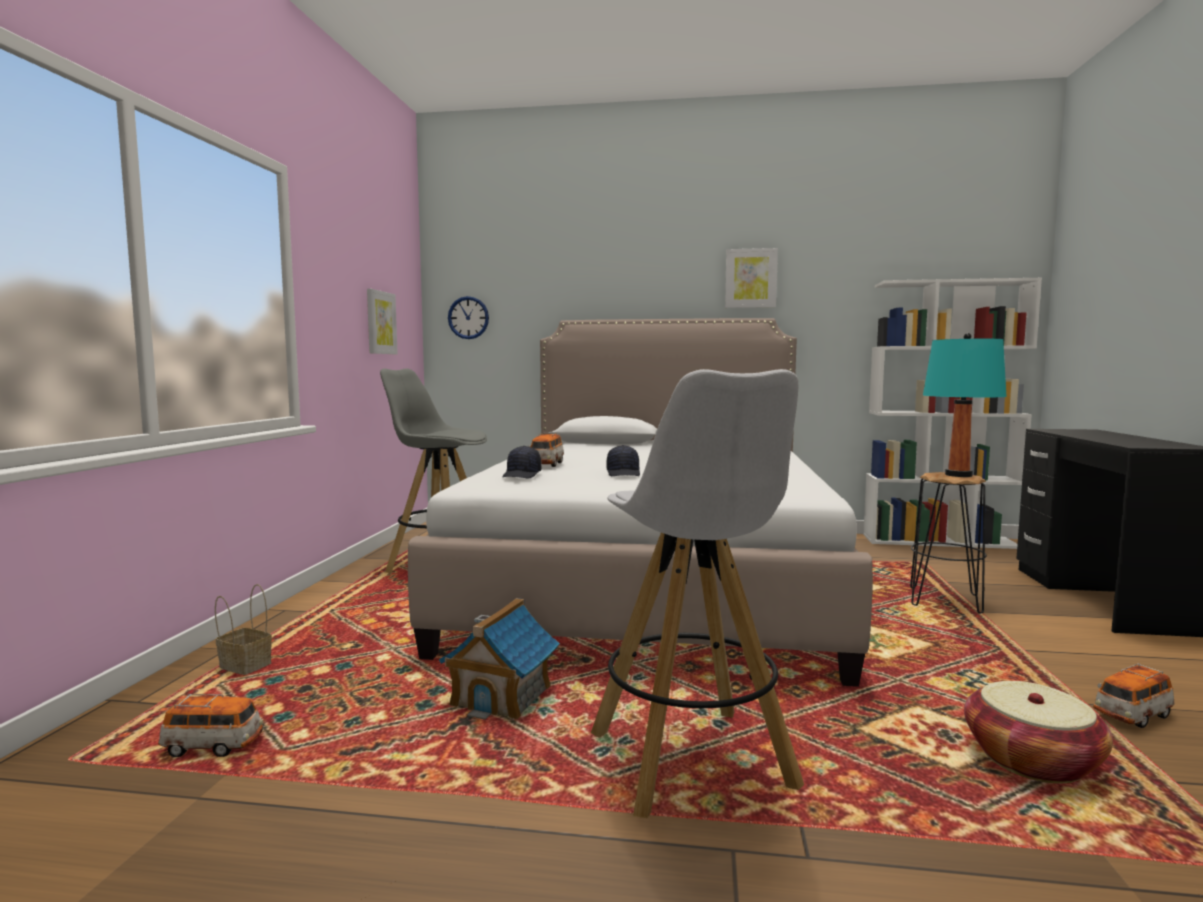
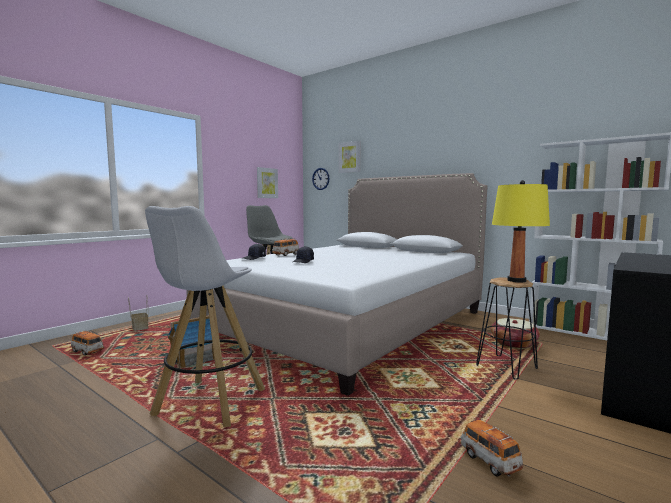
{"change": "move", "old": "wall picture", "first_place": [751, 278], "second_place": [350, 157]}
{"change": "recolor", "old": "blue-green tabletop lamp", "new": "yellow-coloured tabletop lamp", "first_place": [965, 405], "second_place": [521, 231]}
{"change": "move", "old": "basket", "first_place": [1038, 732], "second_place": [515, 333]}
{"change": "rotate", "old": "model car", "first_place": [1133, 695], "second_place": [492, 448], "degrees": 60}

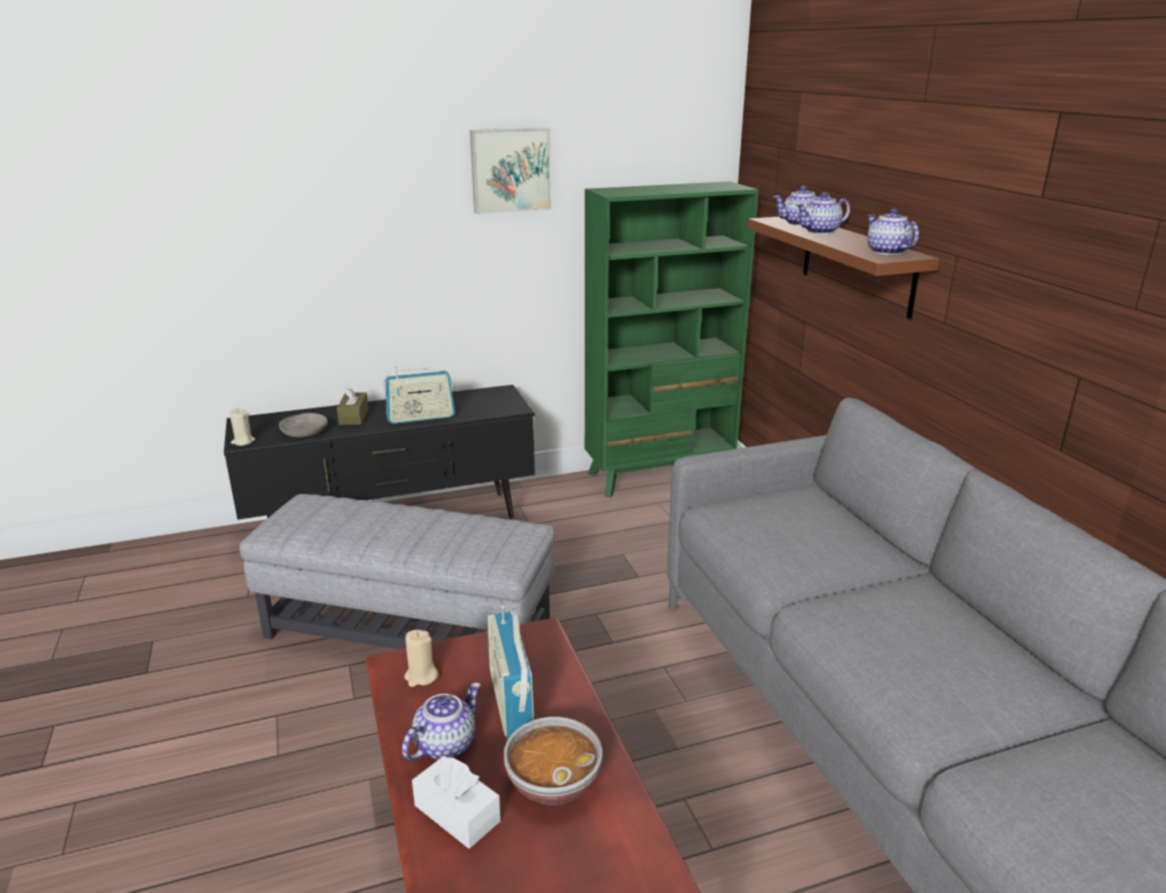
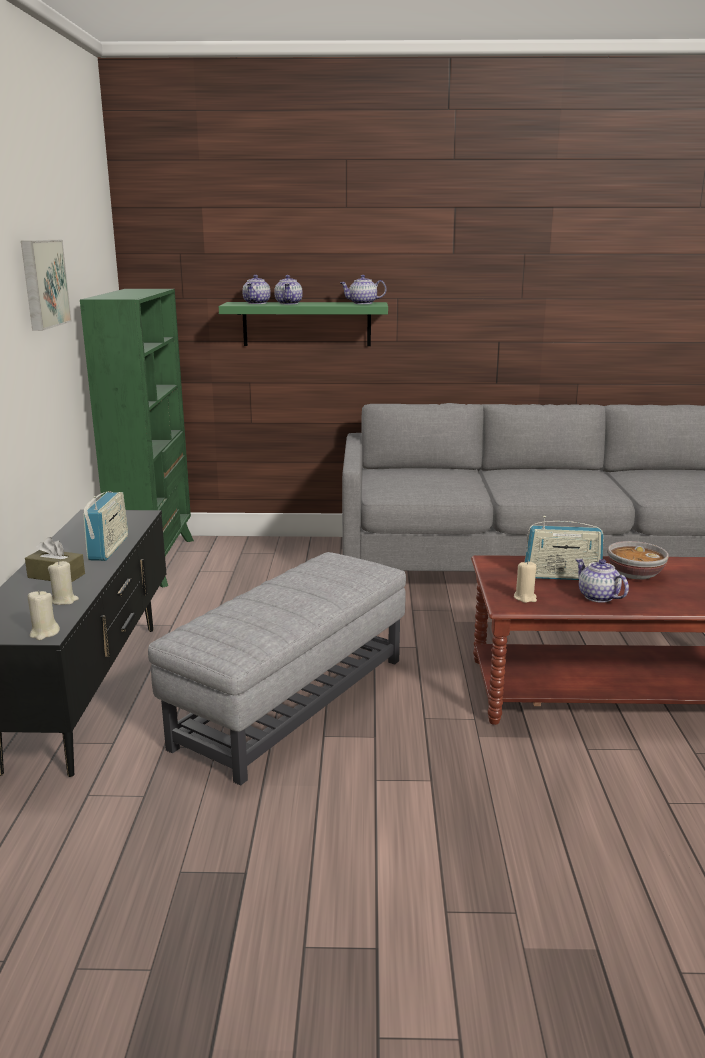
{"change": "replace", "old": "grey serving bowl", "new": "beige-coloured wax candle", "first_place": [303, 425], "second_place": [63, 583]}
{"change": "delete", "old": "white-coloured box of tissues", "first_place": [456, 802]}
{"change": "recolor", "old": "brown-coloured shelf", "new": "greenish shelf", "first_place": [843, 268], "second_place": [303, 324]}

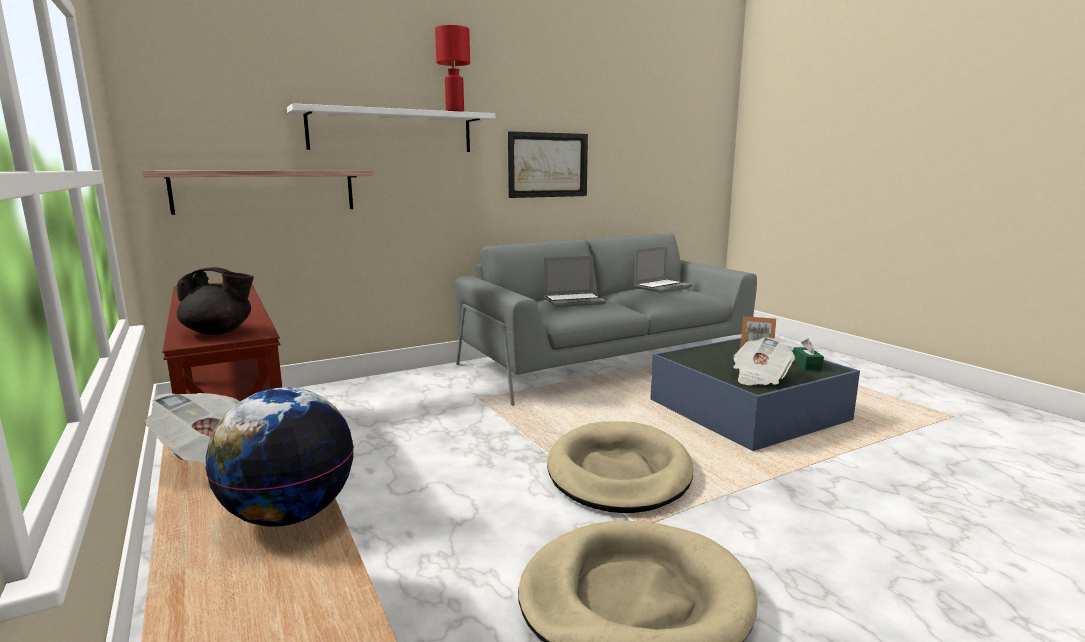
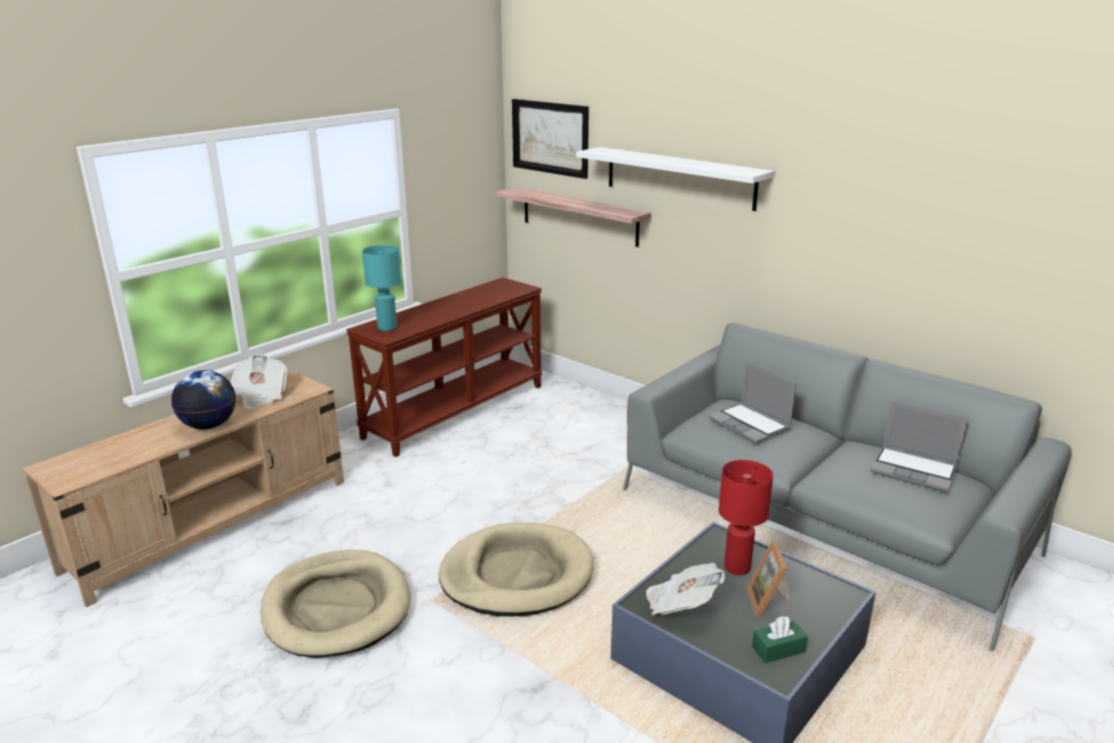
{"change": "replace", "old": "black teapot", "new": "blue-green tabletop lamp", "first_place": [215, 301], "second_place": [381, 288]}
{"change": "move", "old": "red tabletop lamp", "first_place": [452, 68], "second_place": [745, 517]}
{"change": "move", "old": "wall picture", "first_place": [548, 164], "second_place": [550, 139]}

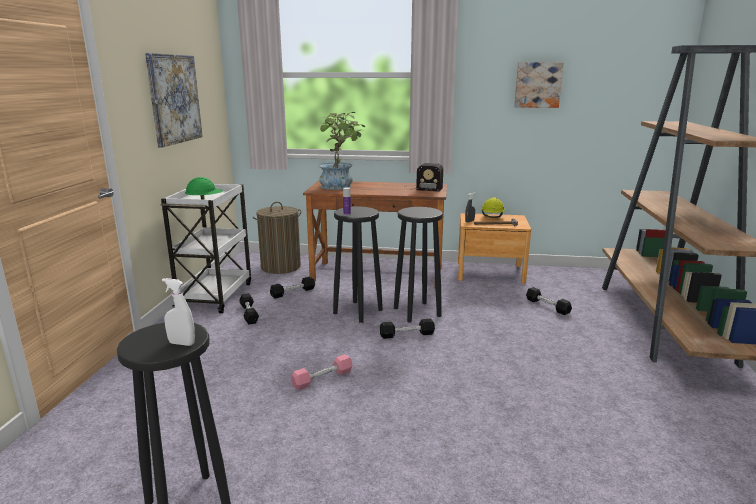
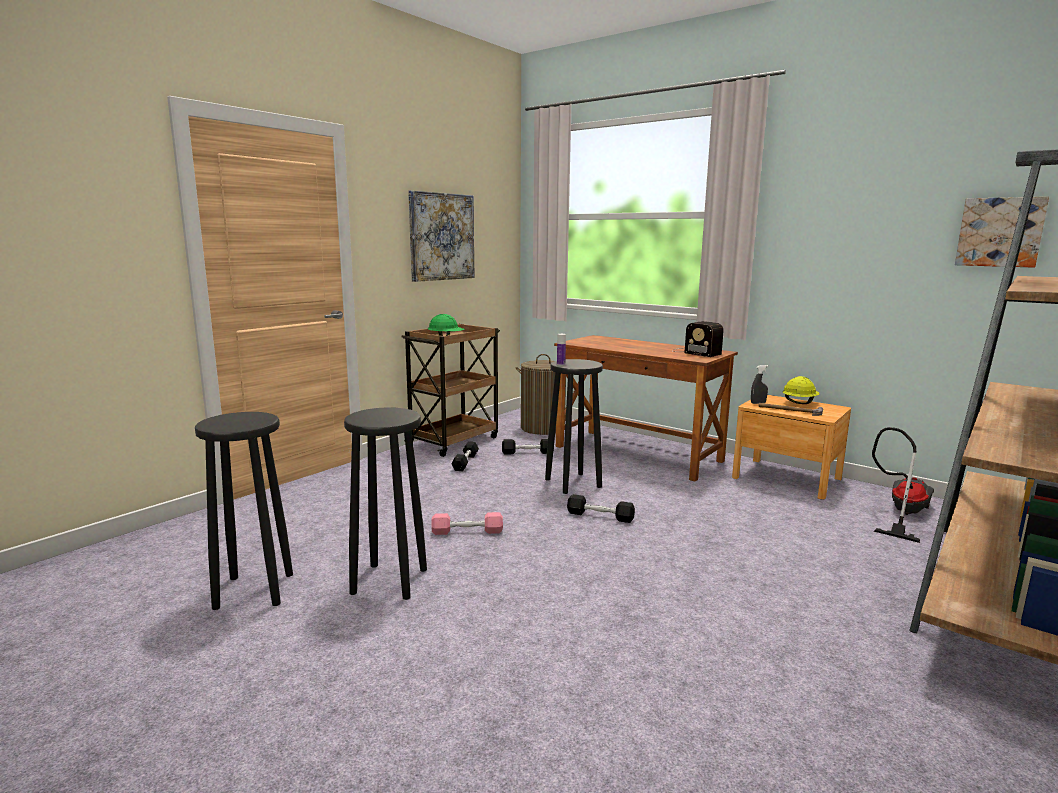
{"change": "recolor", "old": "white-coloured cart", "new": "brown-coloured cart", "first_place": [206, 248], "second_place": [450, 390]}
{"change": "delete", "old": "white-coloured hand sprayer", "first_place": [178, 312]}
{"change": "delete", "old": "houseplant", "first_place": [341, 151]}
{"change": "move", "old": "black stool", "first_place": [418, 265], "second_place": [385, 503]}
{"change": "move", "old": "wall picture", "first_place": [539, 85], "second_place": [1002, 232]}
{"change": "delete", "old": "black dumbbell", "first_place": [549, 301]}
{"change": "insert", "new": "hoover", "second_place": [903, 485]}

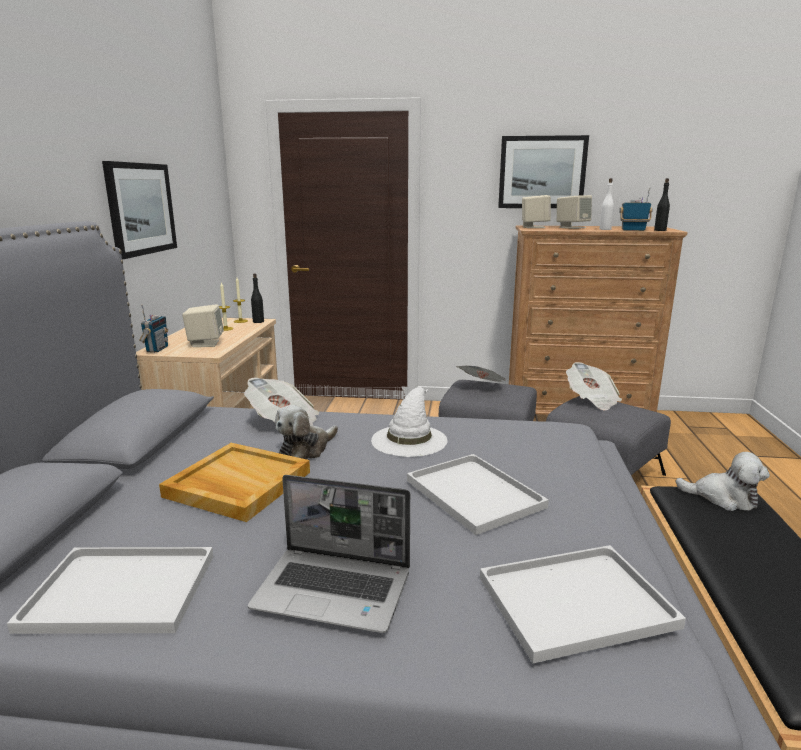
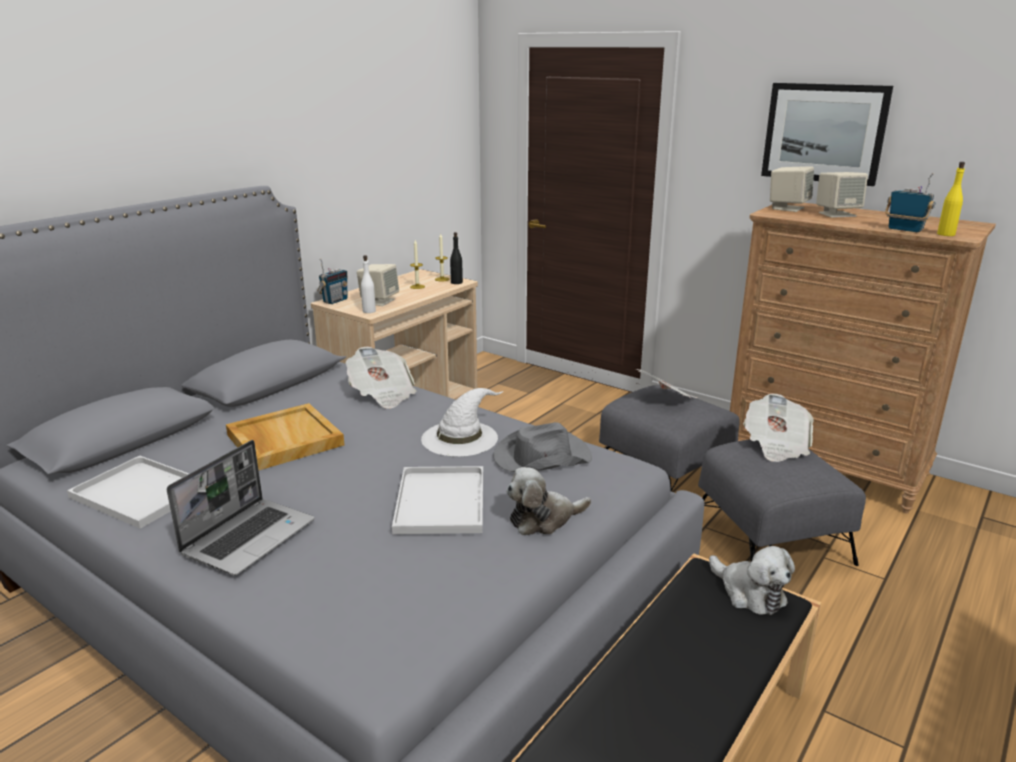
{"change": "delete", "old": "wall picture", "first_place": [139, 210]}
{"change": "rotate", "old": "laptop", "first_place": [329, 554], "second_place": [240, 507], "degrees": -105}
{"change": "move", "old": "plush toy", "first_place": [306, 432], "second_place": [548, 501]}
{"change": "delete", "old": "white-coloured tray", "first_place": [583, 604]}
{"change": "move", "old": "white-coloured beverage bottle", "first_place": [607, 204], "second_place": [368, 284]}
{"change": "recolor", "old": "black beverage bottle", "new": "yellow-coloured beverage bottle", "first_place": [662, 204], "second_place": [951, 199]}
{"change": "insert", "new": "grey hat", "second_place": [542, 447]}

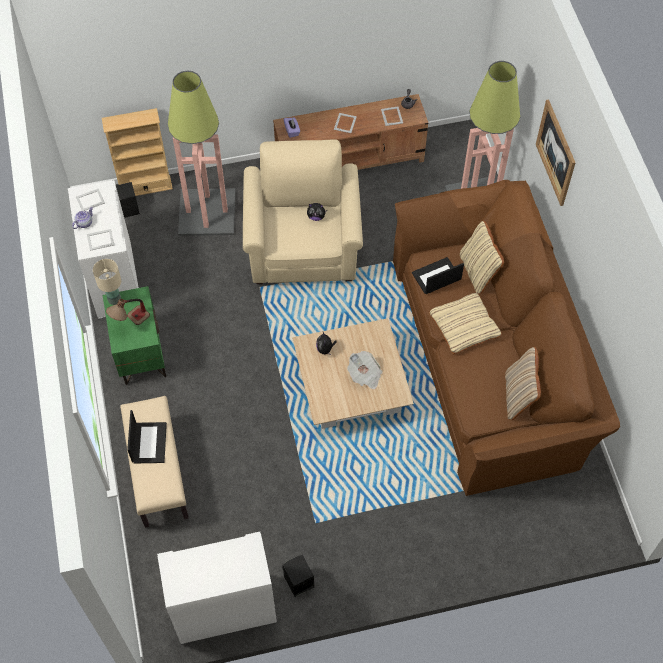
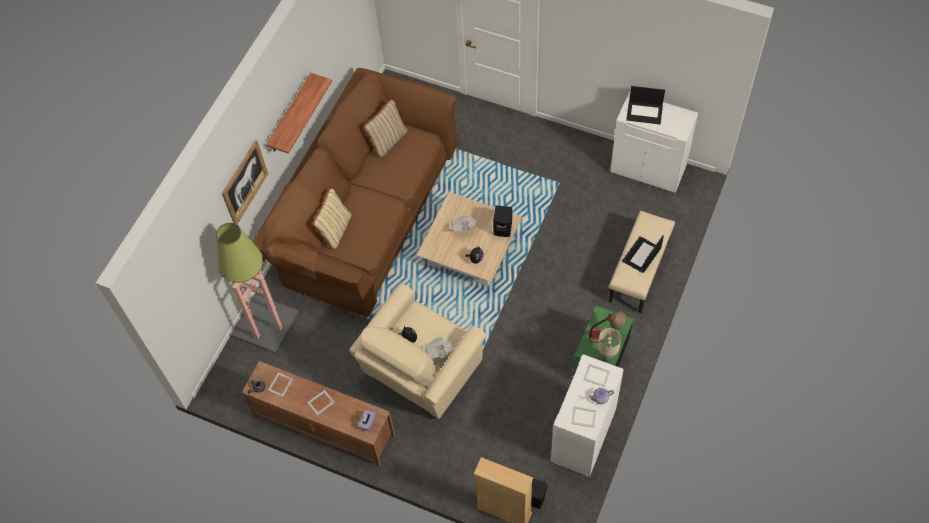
{"change": "delete", "old": "standing lamp", "first_place": [201, 153]}
{"change": "move", "old": "black audio speaker", "first_place": [298, 576], "second_place": [502, 221]}
{"change": "move", "old": "laptop", "first_place": [438, 275], "second_place": [645, 105]}
{"change": "delete", "old": "beige-coloured pillow", "first_place": [465, 324]}
{"change": "insert", "new": "shelf", "second_place": [299, 113]}
{"change": "insert", "new": "daily paper", "second_place": [439, 347]}

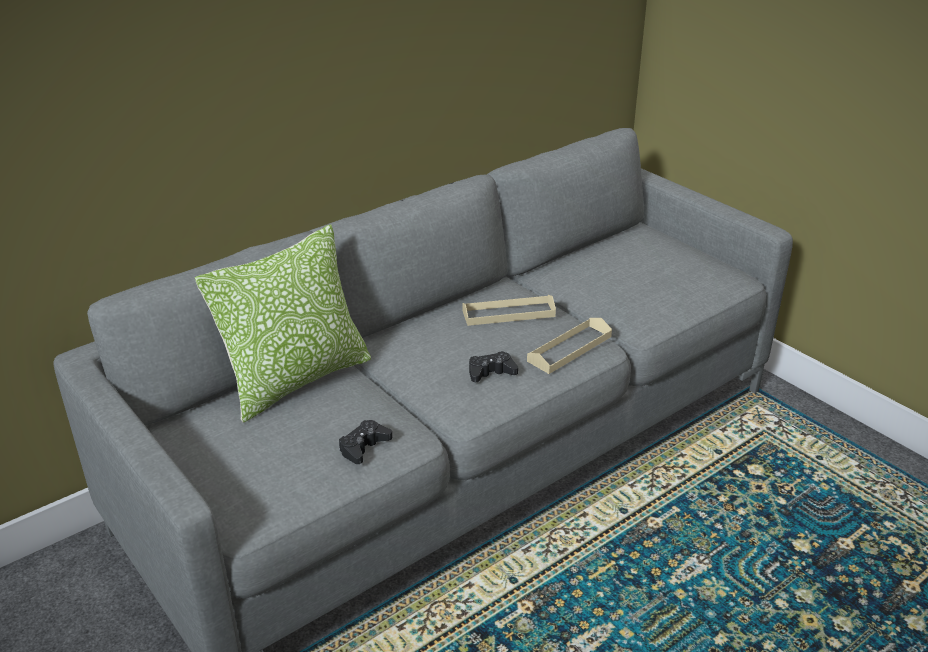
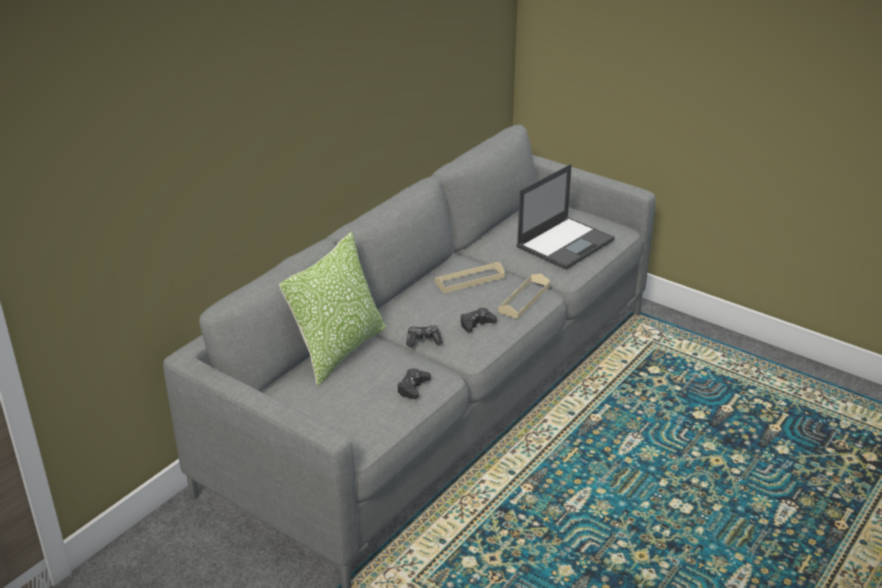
{"change": "insert", "new": "gamepad", "second_place": [424, 336]}
{"change": "insert", "new": "laptop", "second_place": [565, 217]}

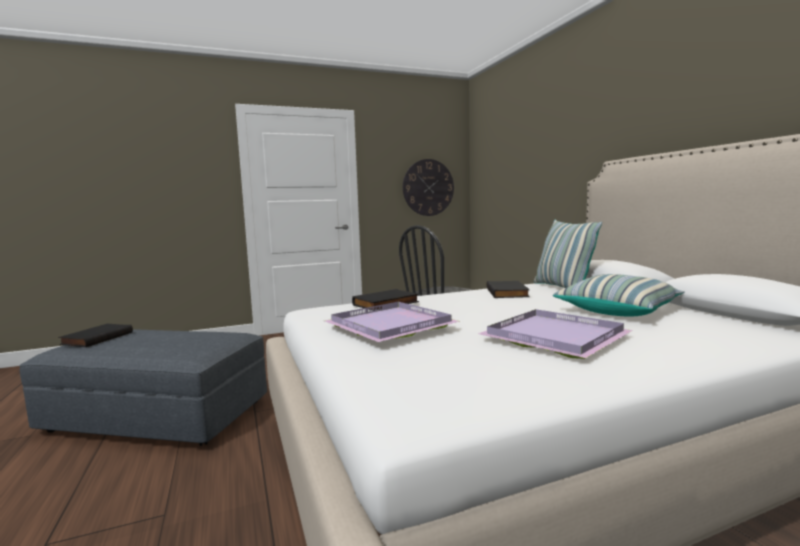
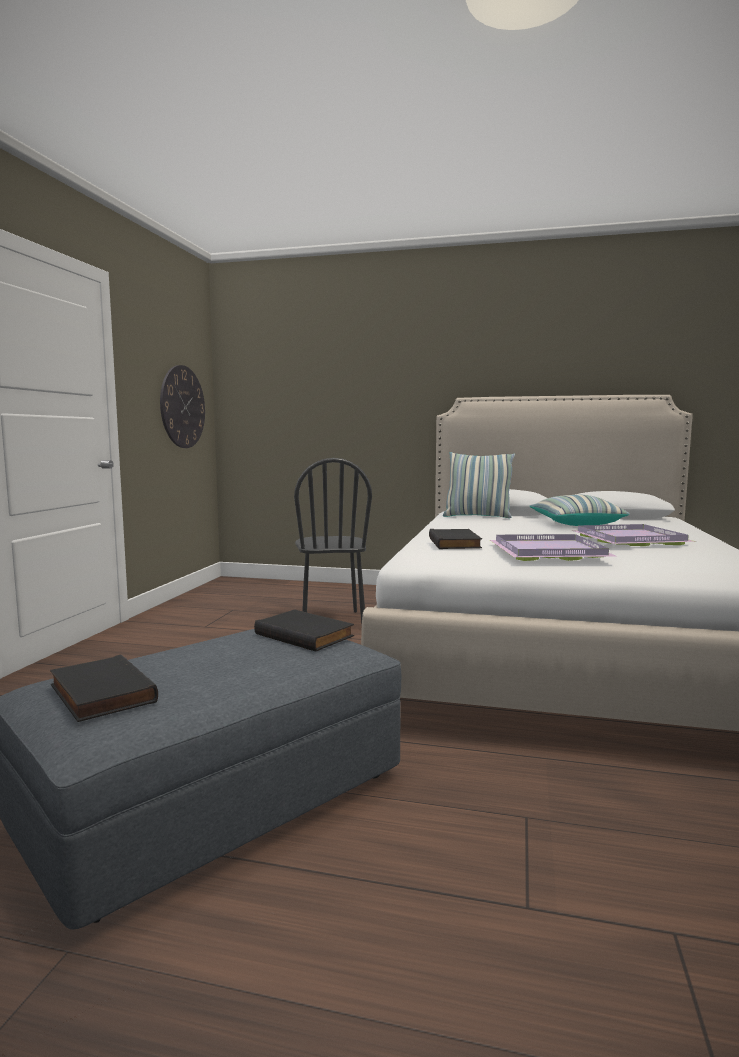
{"change": "move", "old": "black volume", "first_place": [508, 289], "second_place": [304, 630]}

